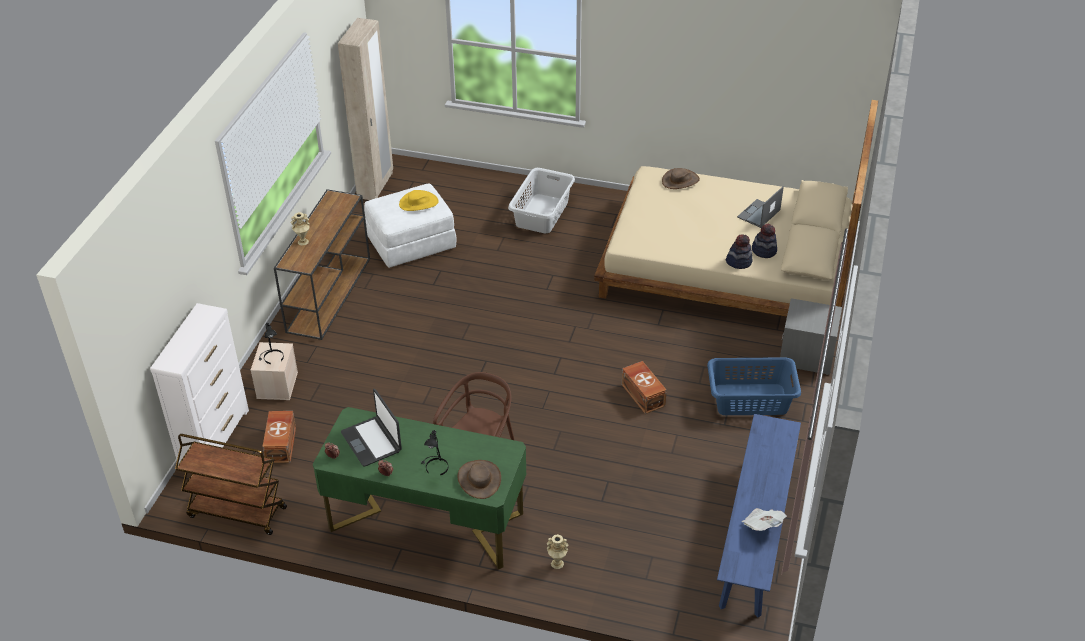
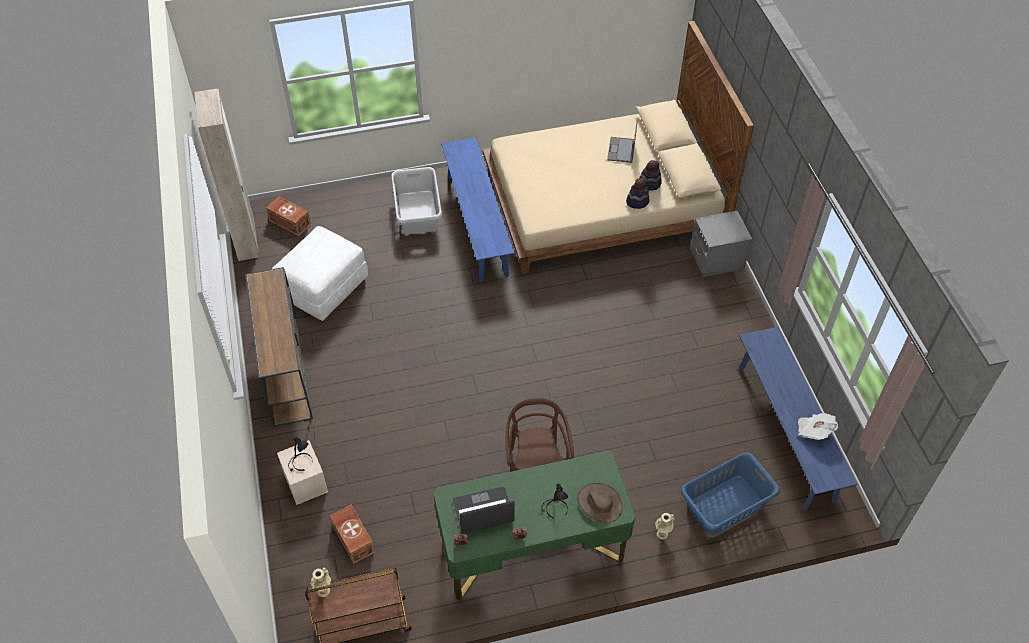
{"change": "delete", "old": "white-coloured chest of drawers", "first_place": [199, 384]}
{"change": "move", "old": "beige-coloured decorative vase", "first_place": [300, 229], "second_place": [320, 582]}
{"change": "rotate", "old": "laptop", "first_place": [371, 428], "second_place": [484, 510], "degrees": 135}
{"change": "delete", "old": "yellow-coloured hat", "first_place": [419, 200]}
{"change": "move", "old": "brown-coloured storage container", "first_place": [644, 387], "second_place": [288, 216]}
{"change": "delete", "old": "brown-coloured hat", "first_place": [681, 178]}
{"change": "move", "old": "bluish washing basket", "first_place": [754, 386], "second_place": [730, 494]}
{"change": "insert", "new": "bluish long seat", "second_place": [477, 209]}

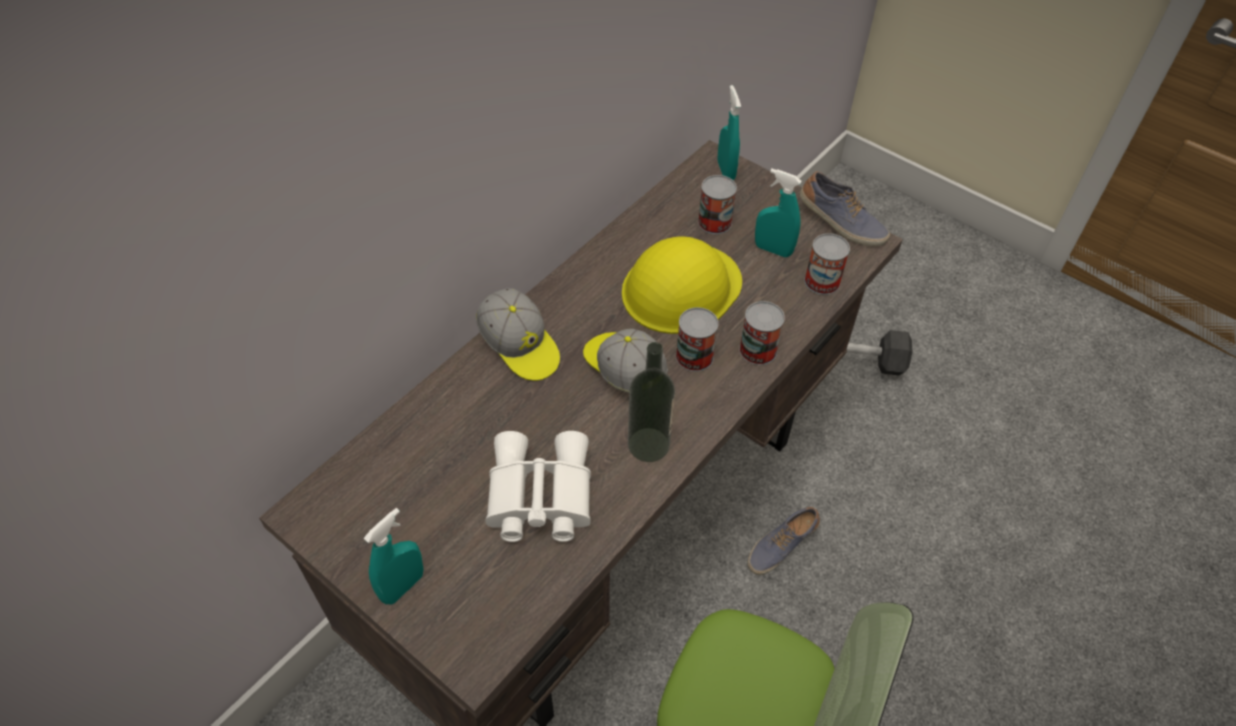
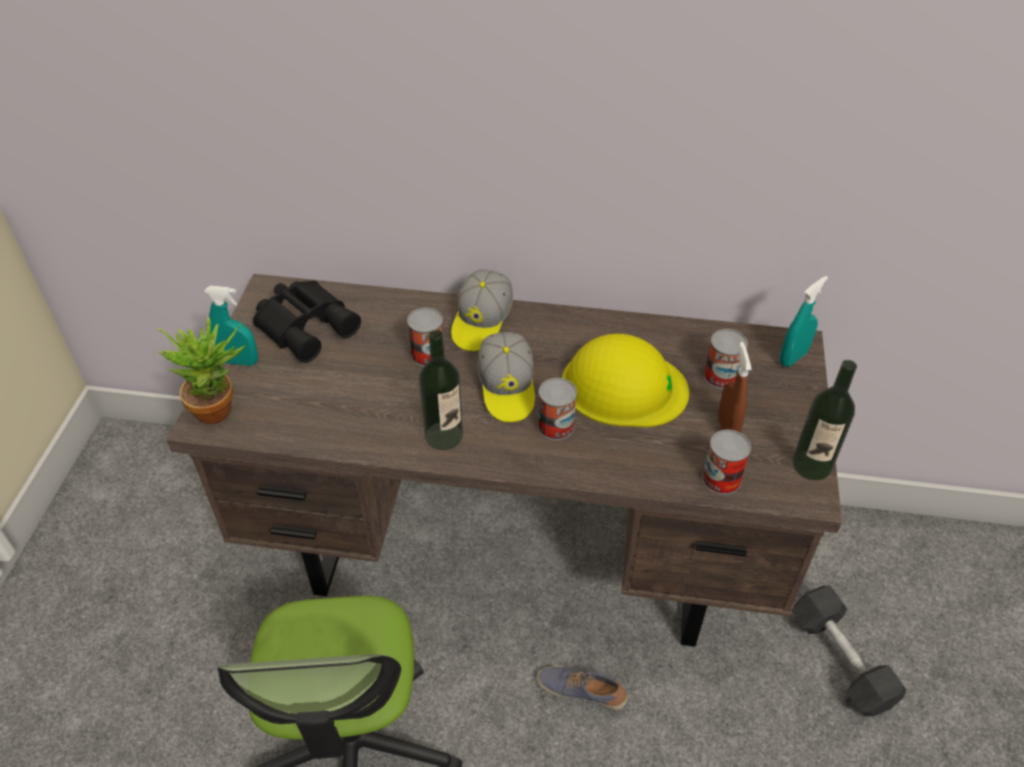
{"change": "delete", "old": "white-coloured binoculars", "first_place": [538, 486]}
{"change": "rotate", "old": "peaked cap", "first_place": [625, 361], "second_place": [506, 377], "degrees": 150}
{"change": "move", "old": "metal can", "first_place": [762, 333], "second_place": [426, 336]}
{"change": "recolor", "old": "blue-green hand sprayer", "new": "brown-coloured hand sprayer", "first_place": [778, 213], "second_place": [735, 387]}
{"change": "replace", "old": "item of footwear", "new": "beverage bottle", "first_place": [845, 209], "second_place": [824, 420]}
{"change": "insert", "new": "houseplant", "second_place": [201, 370]}
{"change": "insert", "new": "black binoculars", "second_place": [307, 322]}

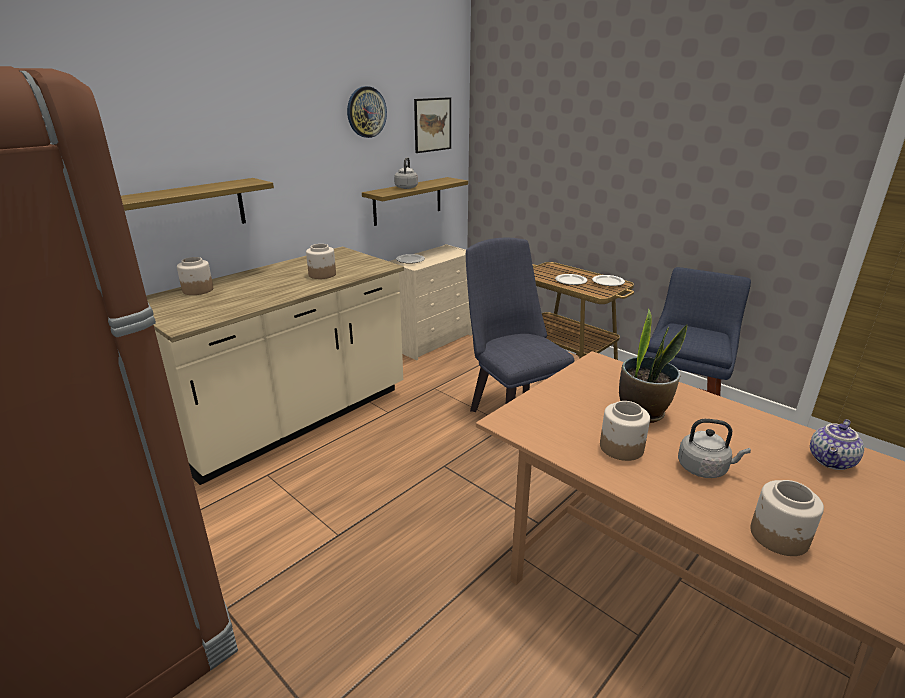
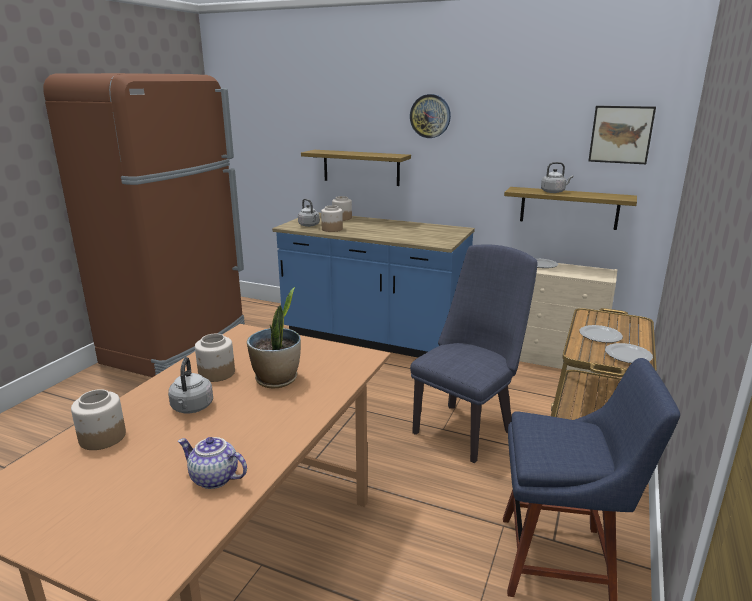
{"change": "recolor", "old": "beige-coloured counter", "new": "bluish counter", "first_place": [275, 366], "second_place": [373, 285]}
{"change": "move", "old": "storage jar", "first_place": [321, 261], "second_place": [332, 218]}
{"change": "move", "old": "clock on the wall", "first_place": [367, 112], "second_place": [430, 116]}
{"change": "insert", "new": "grey water kettle", "second_place": [309, 213]}

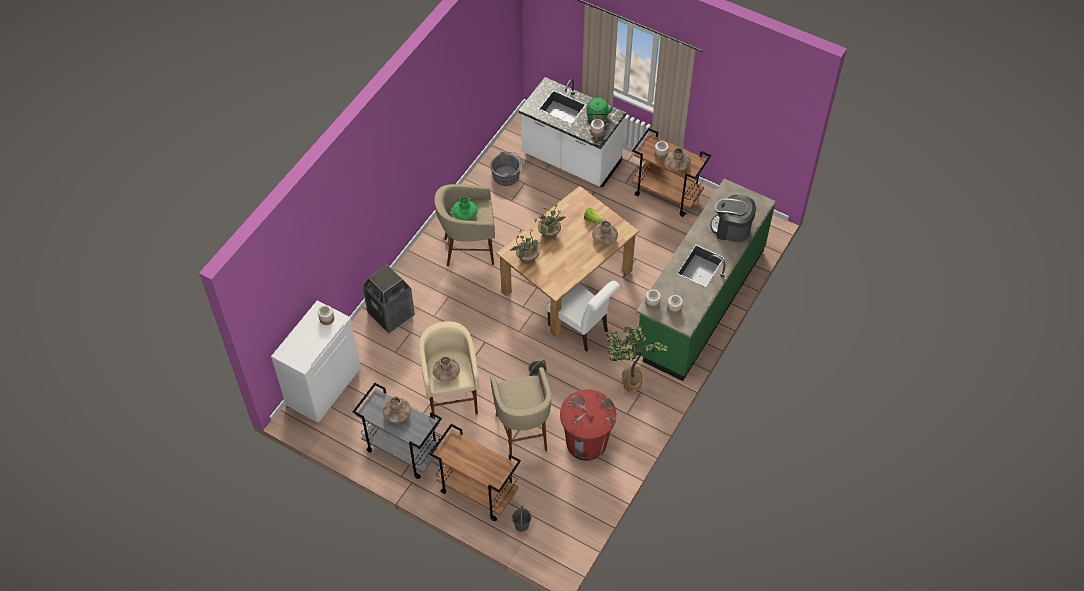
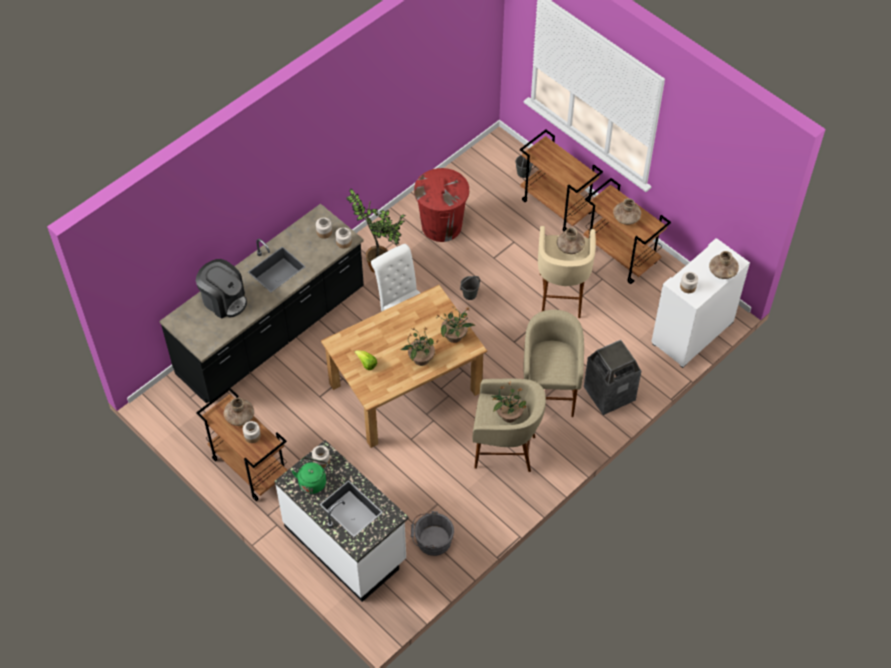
{"change": "recolor", "old": "grey cart", "new": "brown-coloured cart", "first_place": [397, 431], "second_place": [627, 231]}
{"change": "replace", "old": "greenish decorative vase", "new": "houseplant", "first_place": [465, 208], "second_place": [509, 402]}
{"change": "move", "old": "beige-coloured stool", "first_place": [521, 411], "second_place": [554, 363]}
{"change": "move", "old": "brown-coloured decorative vase", "first_place": [605, 233], "second_place": [724, 265]}
{"change": "recolor", "old": "greenish counter", "new": "black counter", "first_place": [706, 280], "second_place": [261, 304]}

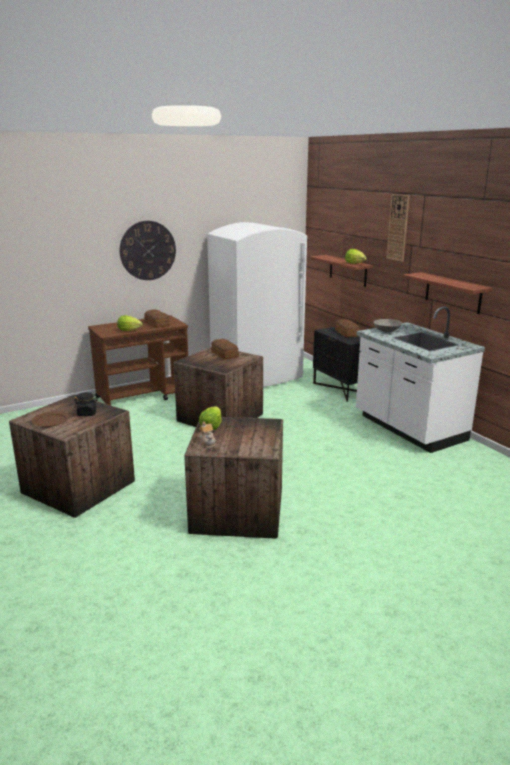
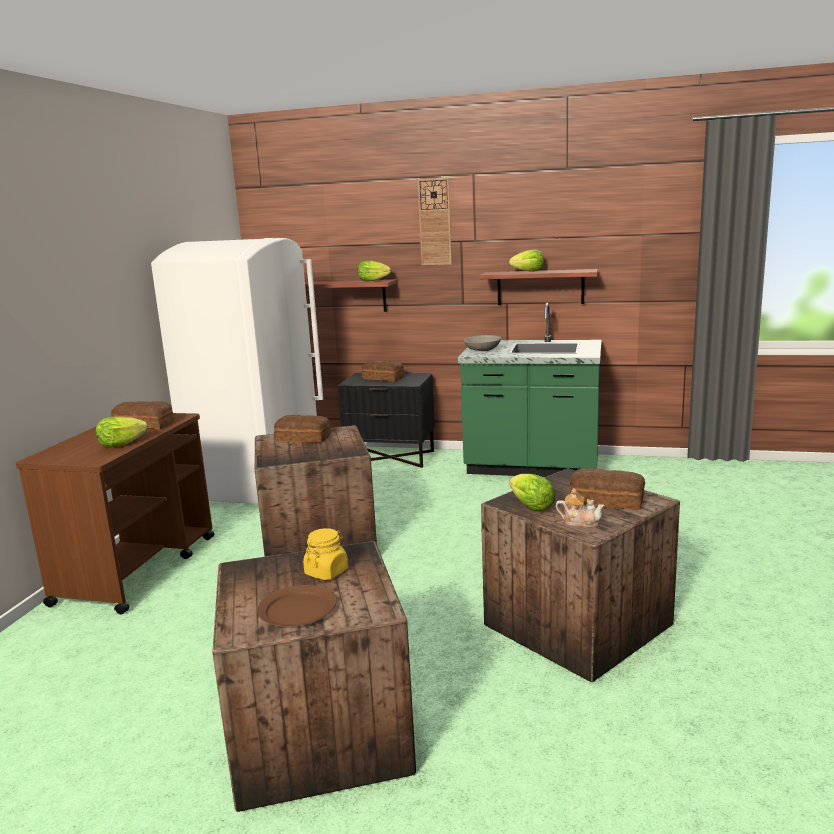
{"change": "recolor", "old": "black storage jar", "new": "yellow-coloured storage jar", "first_place": [86, 404], "second_place": [325, 554]}
{"change": "delete", "old": "clock on the wall", "first_place": [148, 250]}
{"change": "recolor", "old": "white-coloured counter", "new": "greenish counter", "first_place": [420, 379], "second_place": [529, 390]}
{"change": "insert", "new": "head of lettuce", "second_place": [526, 261]}
{"change": "insert", "new": "baked bread", "second_place": [607, 489]}

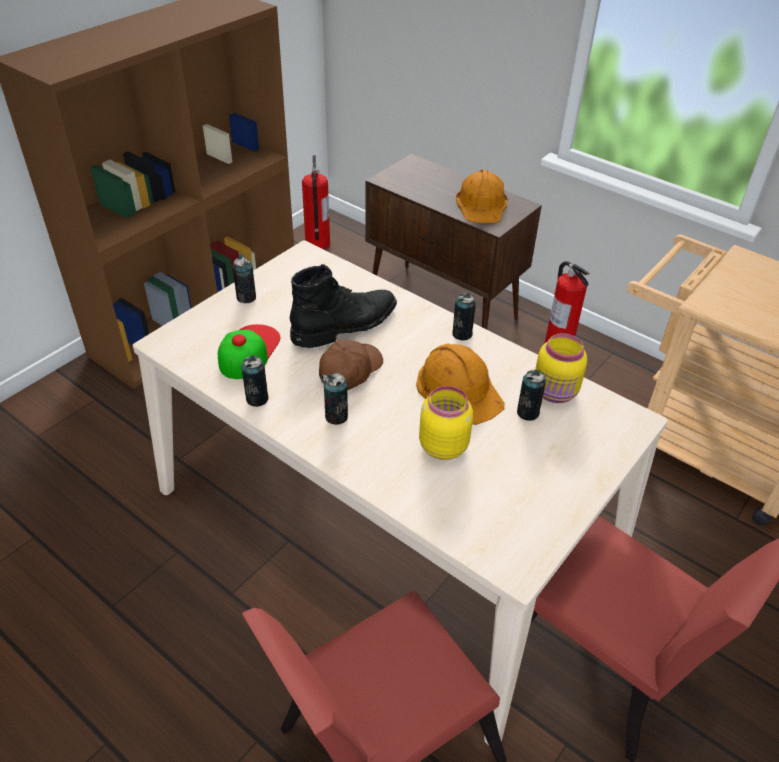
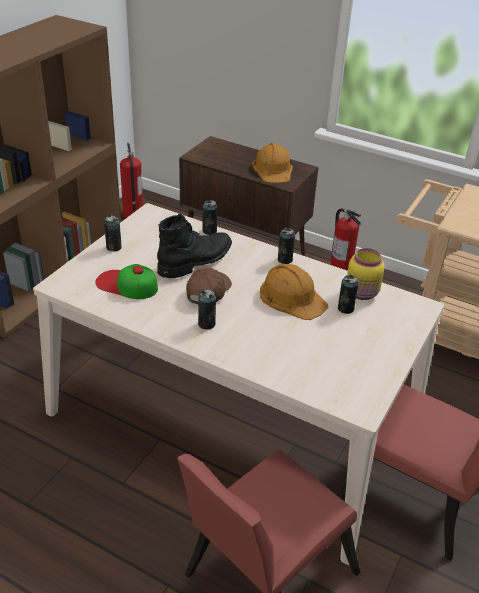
{"change": "rotate", "old": "peaked cap", "first_place": [249, 351], "second_place": [126, 281], "degrees": -75}
{"change": "move", "old": "metal can", "first_place": [254, 381], "second_place": [209, 217]}
{"change": "delete", "old": "yellow-coloured storage jar", "first_place": [446, 423]}

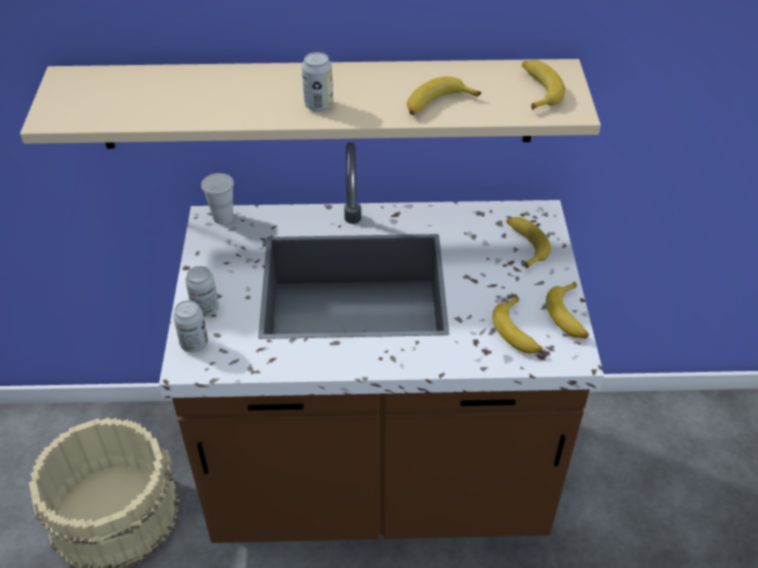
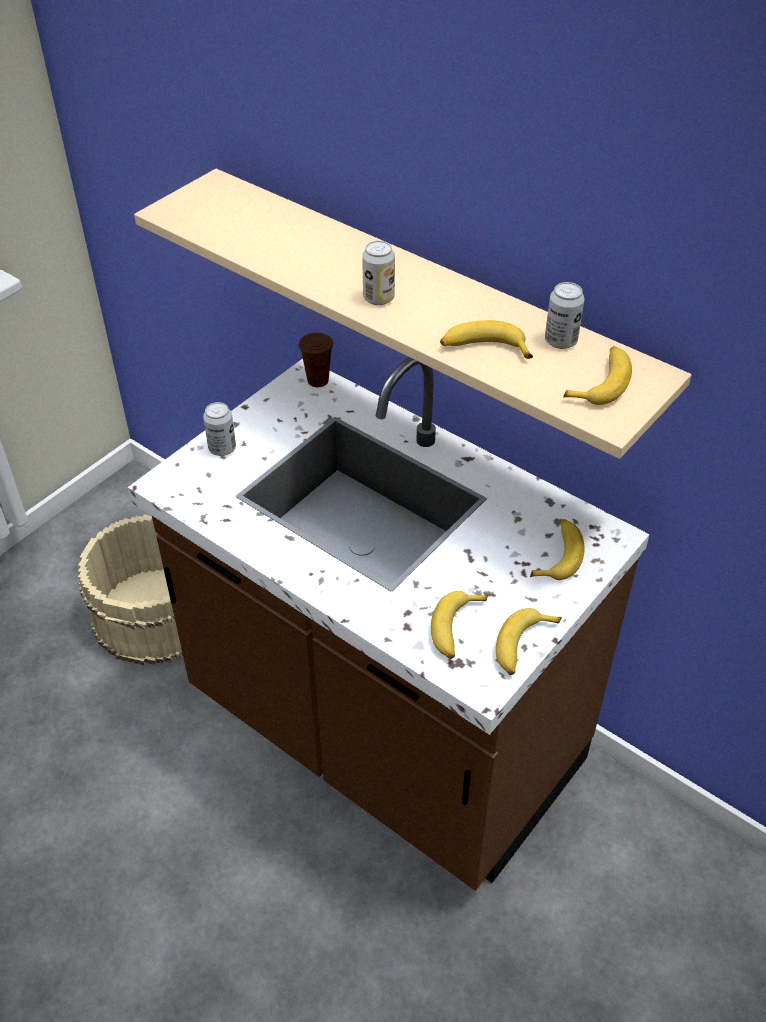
{"change": "move", "old": "metal can", "first_place": [190, 326], "second_place": [565, 315]}
{"change": "recolor", "old": "white-coloured small cup", "new": "brown-coloured small cup", "first_place": [217, 198], "second_place": [316, 360]}

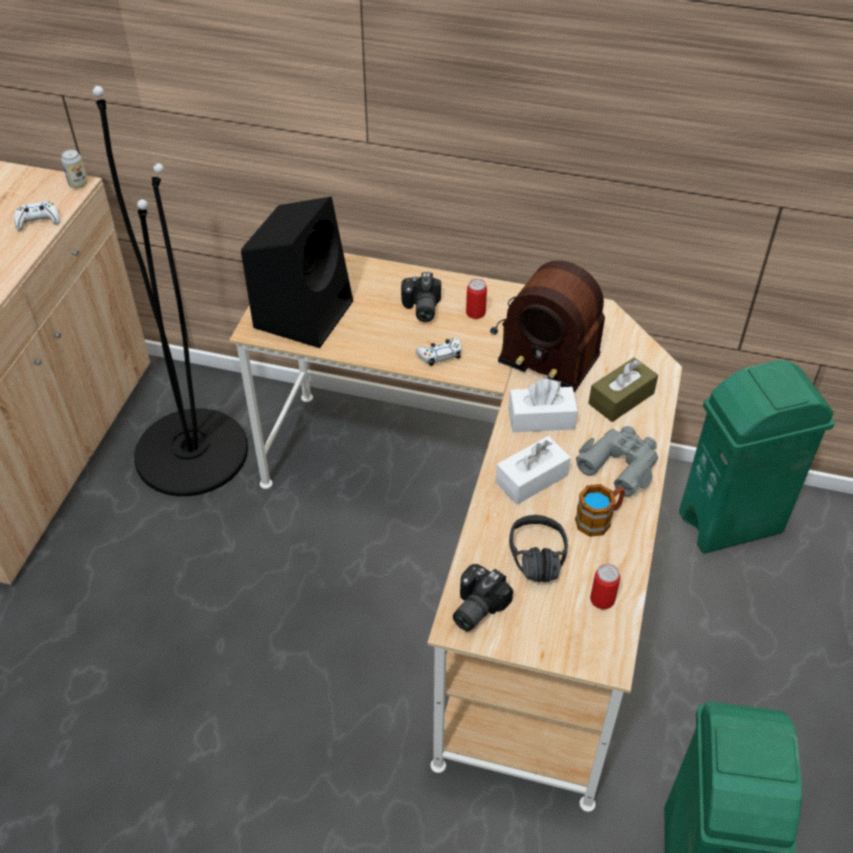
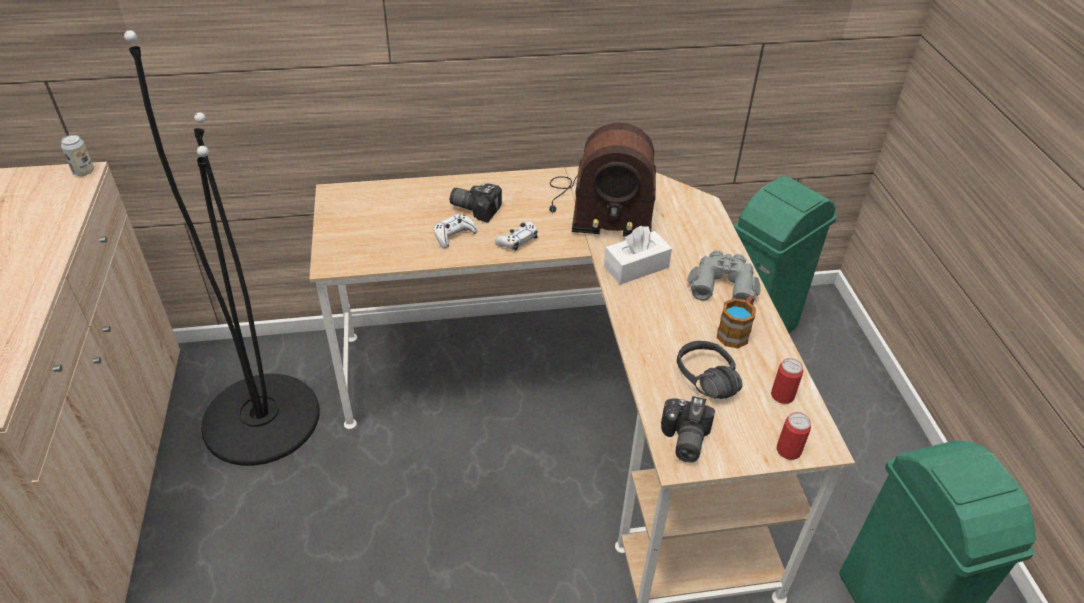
{"change": "move", "old": "white-coloured gamepad", "first_place": [37, 216], "second_place": [455, 231]}
{"change": "delete", "old": "black audio speaker", "first_place": [297, 272]}
{"change": "rotate", "old": "still camera", "first_place": [421, 297], "second_place": [476, 203], "degrees": 135}
{"change": "move", "old": "metal can", "first_place": [476, 299], "second_place": [794, 436]}
{"change": "delete", "old": "white-coloured box of tissues", "first_place": [533, 470]}
{"change": "delete", "old": "brown-coloured box of tissues", "first_place": [623, 390]}

